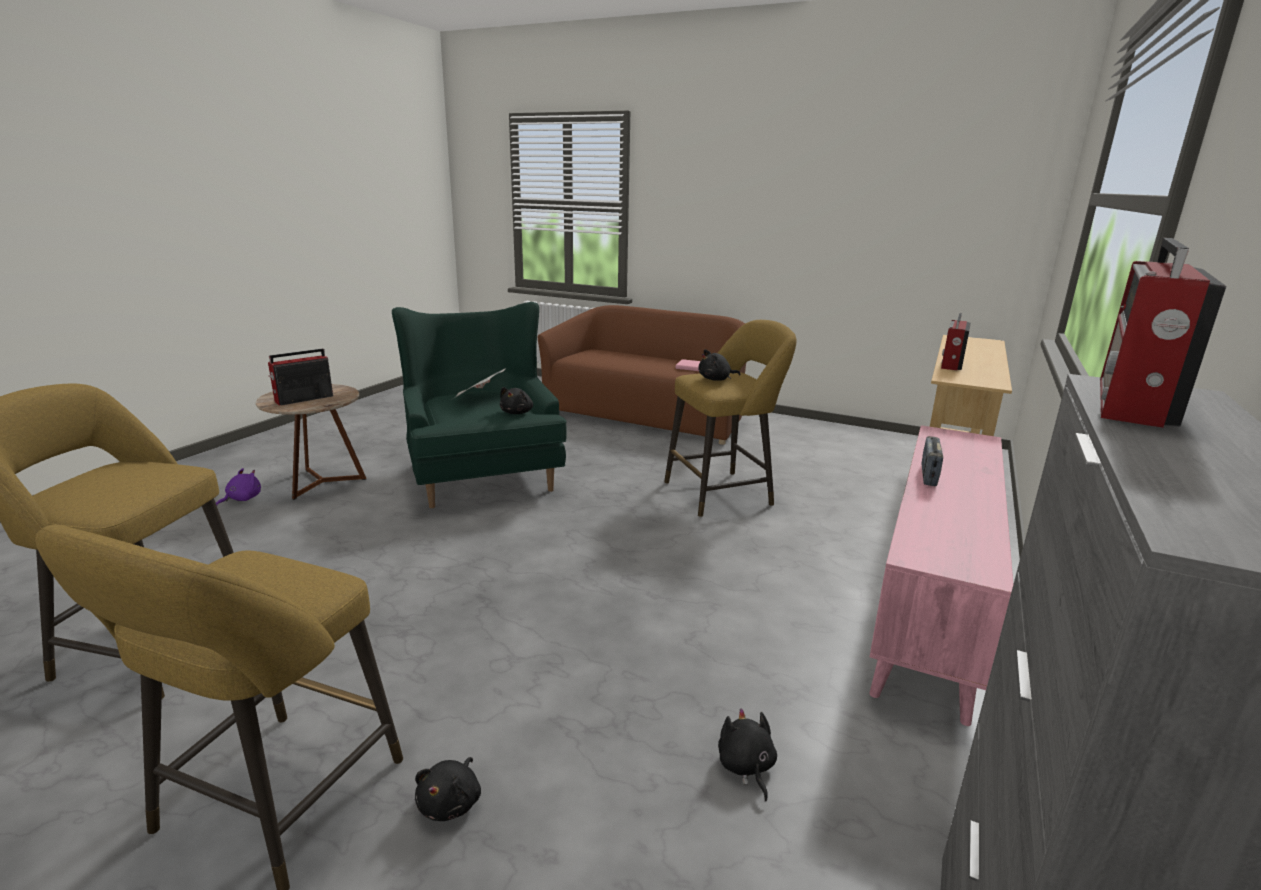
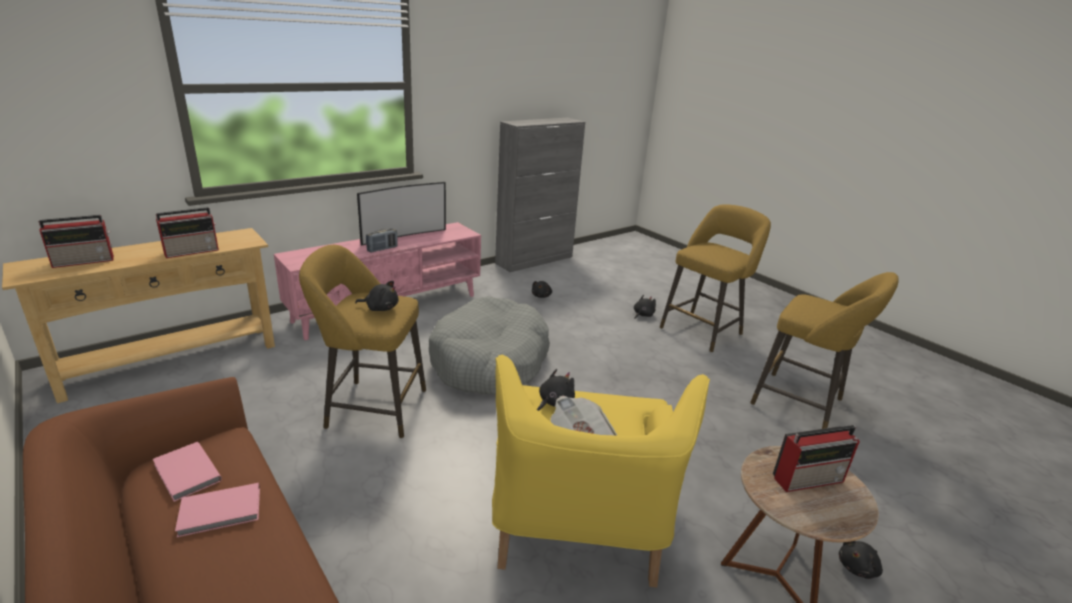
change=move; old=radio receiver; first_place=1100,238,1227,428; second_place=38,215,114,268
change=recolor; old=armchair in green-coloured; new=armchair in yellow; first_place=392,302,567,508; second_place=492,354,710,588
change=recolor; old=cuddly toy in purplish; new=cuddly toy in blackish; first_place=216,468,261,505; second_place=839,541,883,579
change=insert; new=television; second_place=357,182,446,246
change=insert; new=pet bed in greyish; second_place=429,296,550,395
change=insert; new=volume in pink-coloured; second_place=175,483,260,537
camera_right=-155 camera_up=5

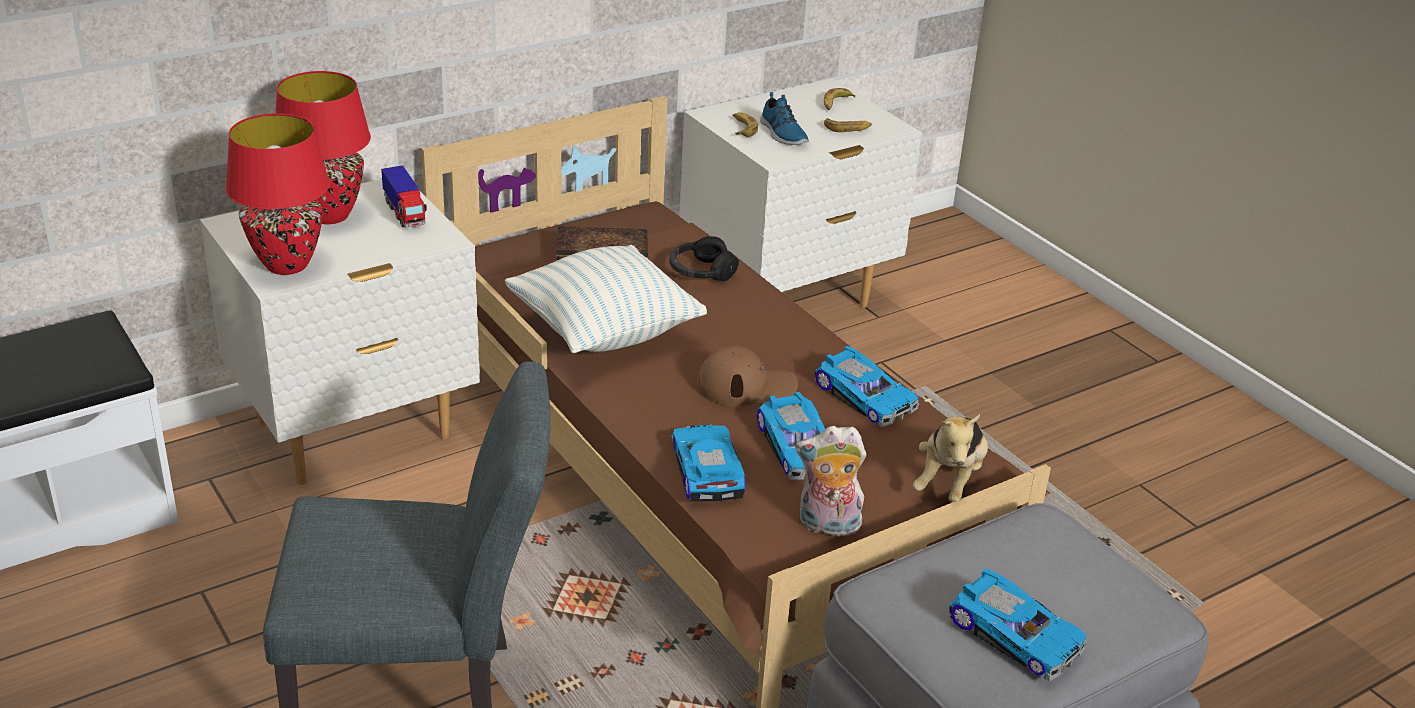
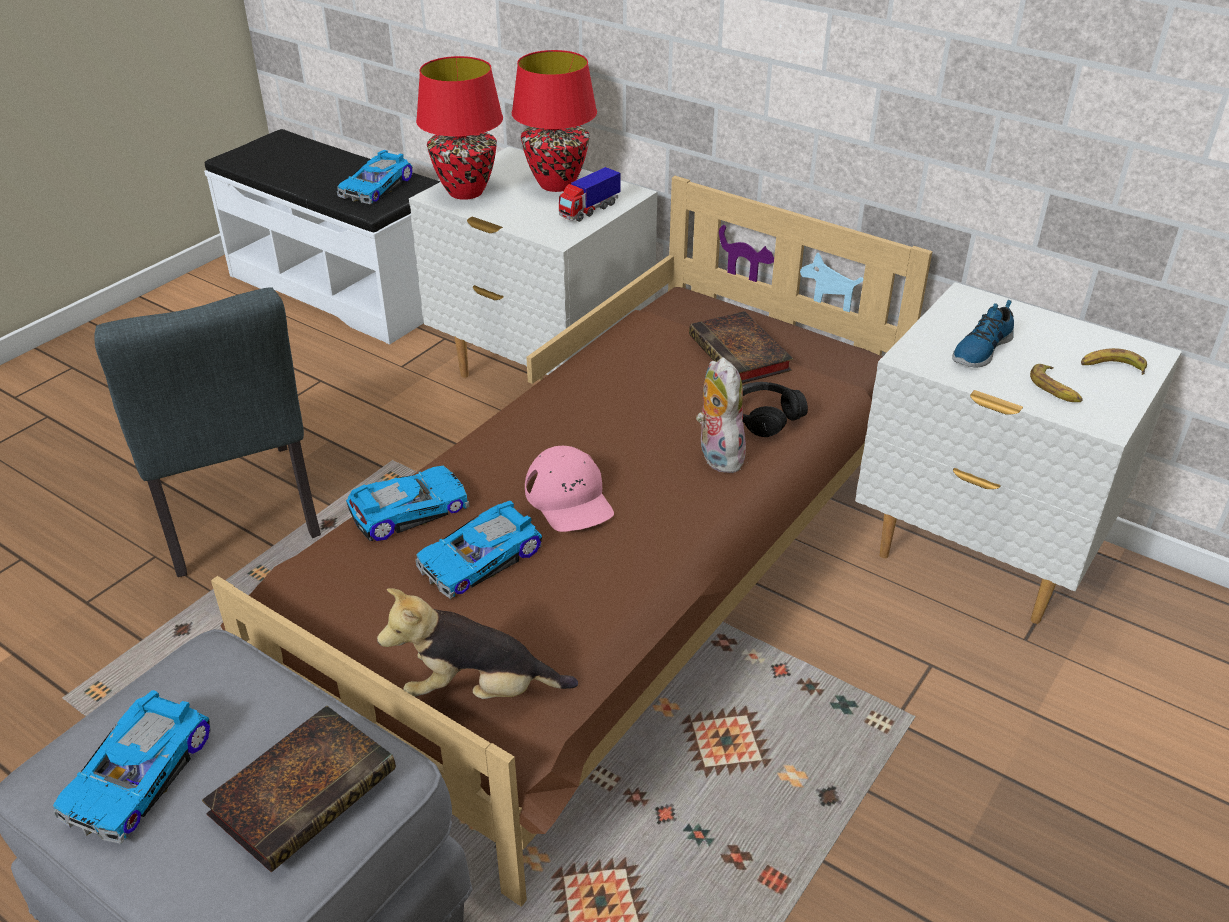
change=delete; old=banana fruit; first_place=733,112,758,137
change=delete; old=throw pillow; first_place=505,245,707,353
change=recolor; old=cap in brown-coloured; new=cap in pink-coloured; first_place=697,345,798,406; second_place=525,446,614,532
change=move; old=miniature car; first_place=815,346,919,427; second_place=337,150,412,204
change=move; old=cuddly toy; first_place=795,426,866,536; second_place=696,357,746,473
change=insert; new=volume; second_place=202,706,396,872
camera_right=70 camera_up=5

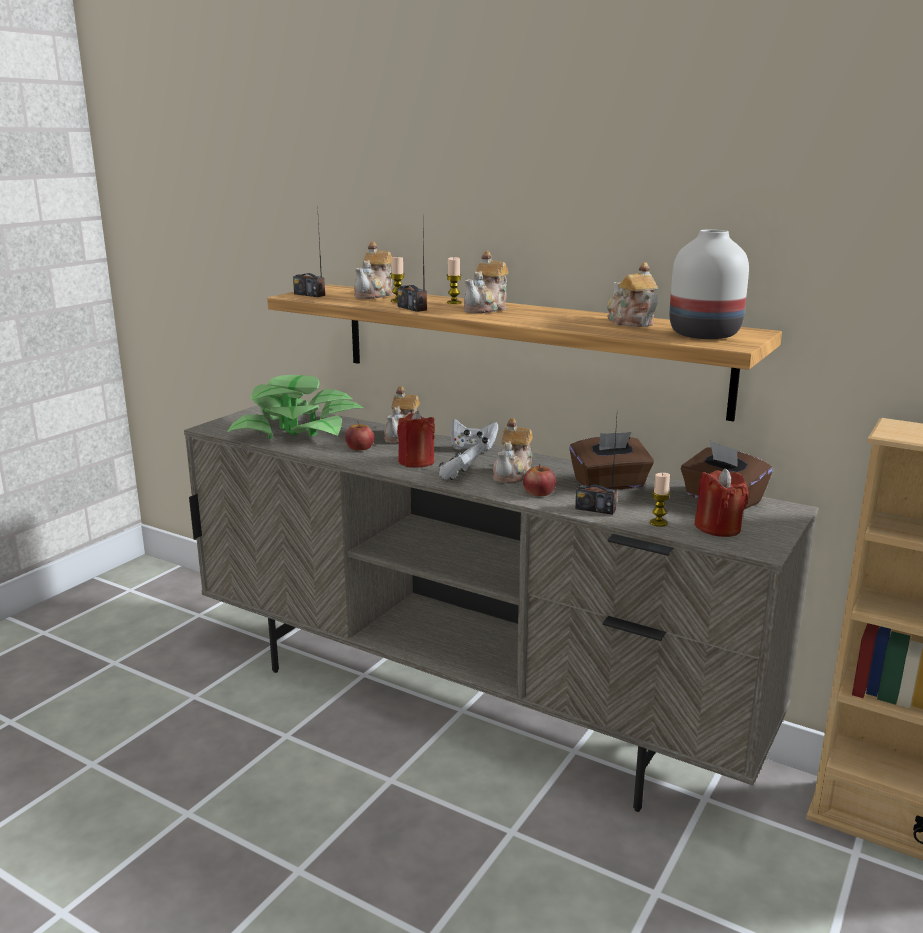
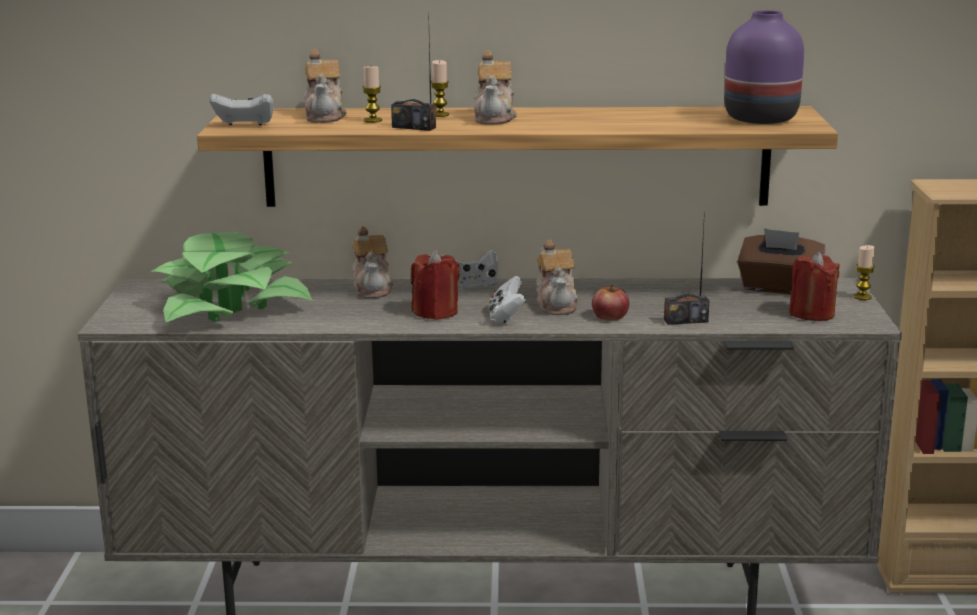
change=replace; old=radio receiver; new=gamepad in whitish; first_place=293,206,325,297; second_place=209,94,274,125
change=recolor; old=flower vase in whitish; new=flower vase in purplish; first_place=669,229,749,339; second_place=724,10,804,124
change=delete; old=pot for tea; first_place=607,262,658,327
change=delete; old=apple; first_place=345,421,375,451
change=delete; old=box of tissues in brown-coloured; first_place=569,432,654,490
change=move; old=wax light; first_place=650,473,670,527; second_place=853,245,875,300
camera_right=-30 camera_up=0

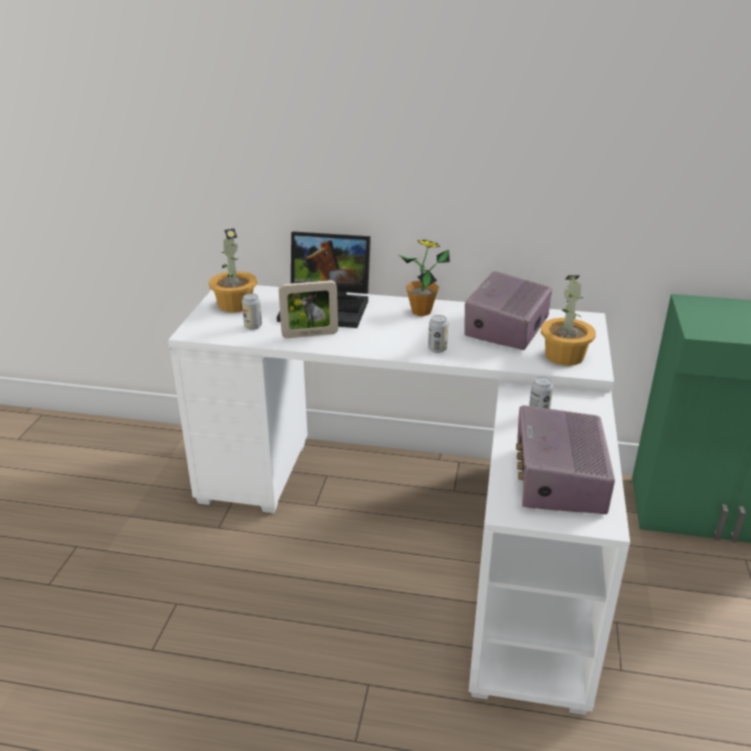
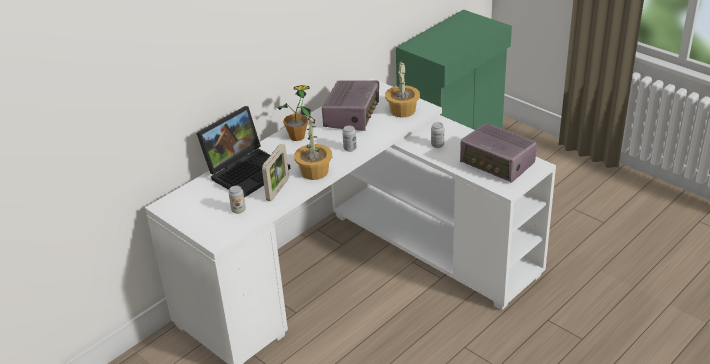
change=move; old=potted plant; first_place=209,228,257,313; second_place=294,115,332,180
change=rotate; old=radio receiver; first_place=464,271,552,350; second_place=322,80,379,131; degrees=-135
camera_right=-55 camera_up=5

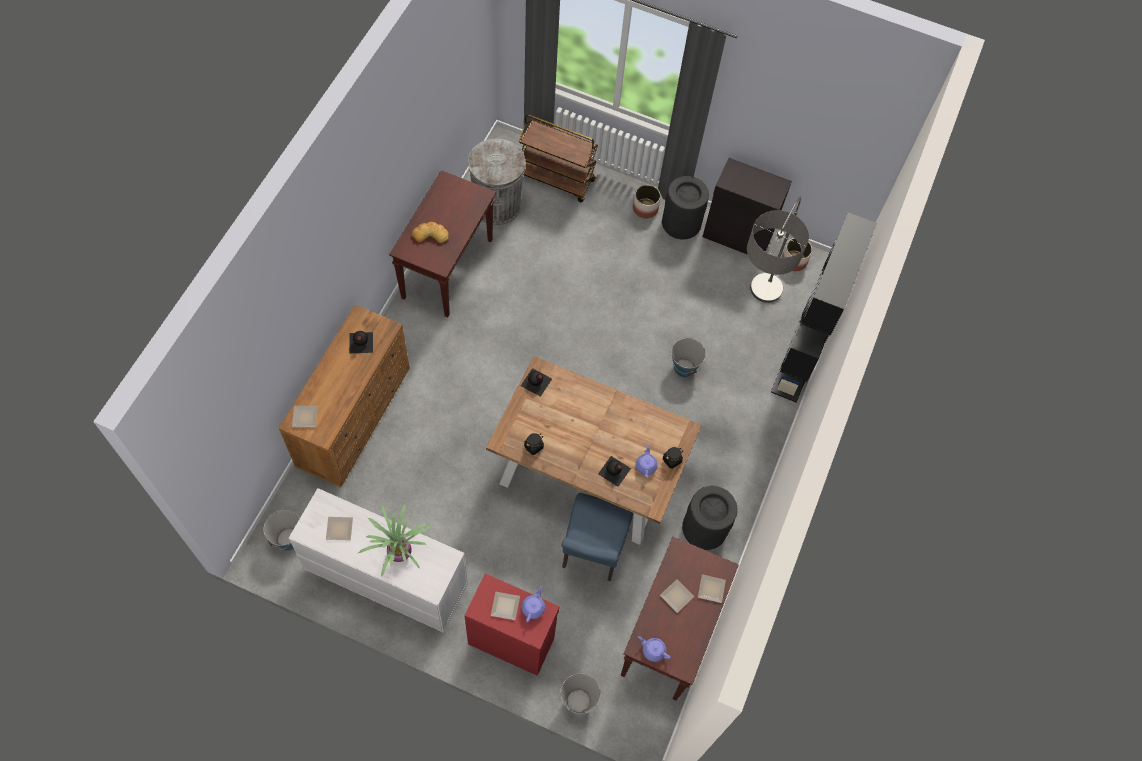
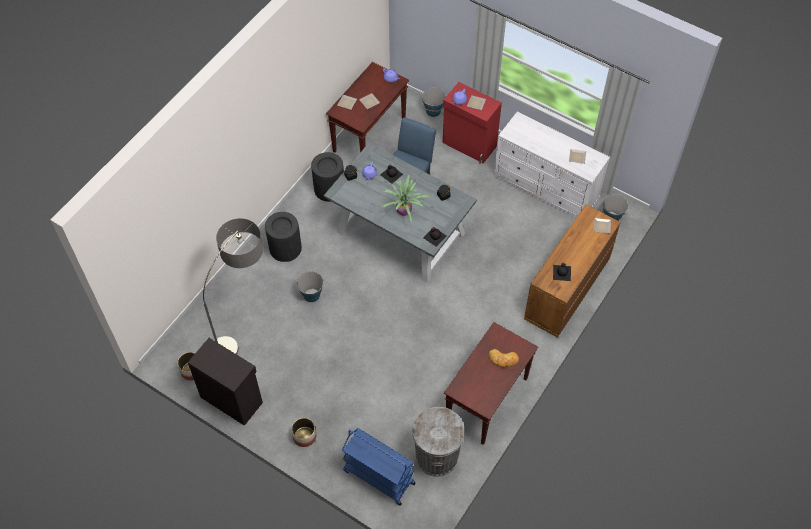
change=recolor; old=wheeled cart in brown-coloured; new=wheeled cart in bluish; first_place=519,114,598,202; second_place=342,428,416,506
change=move; old=waste bin in blackish; first_place=662,176,709,239; second_place=265,212,302,262
change=delete; old=bookshelf in blackish; first_place=771,212,877,403
change=recolor; old=dining table in brown-coloured; new=dining table in greyish; first_place=486,356,702,545; second_place=324,143,477,283
change=move; old=potted plant; first_place=358,504,432,577; second_place=381,175,429,223
camera_right=-165 camera_up=-5

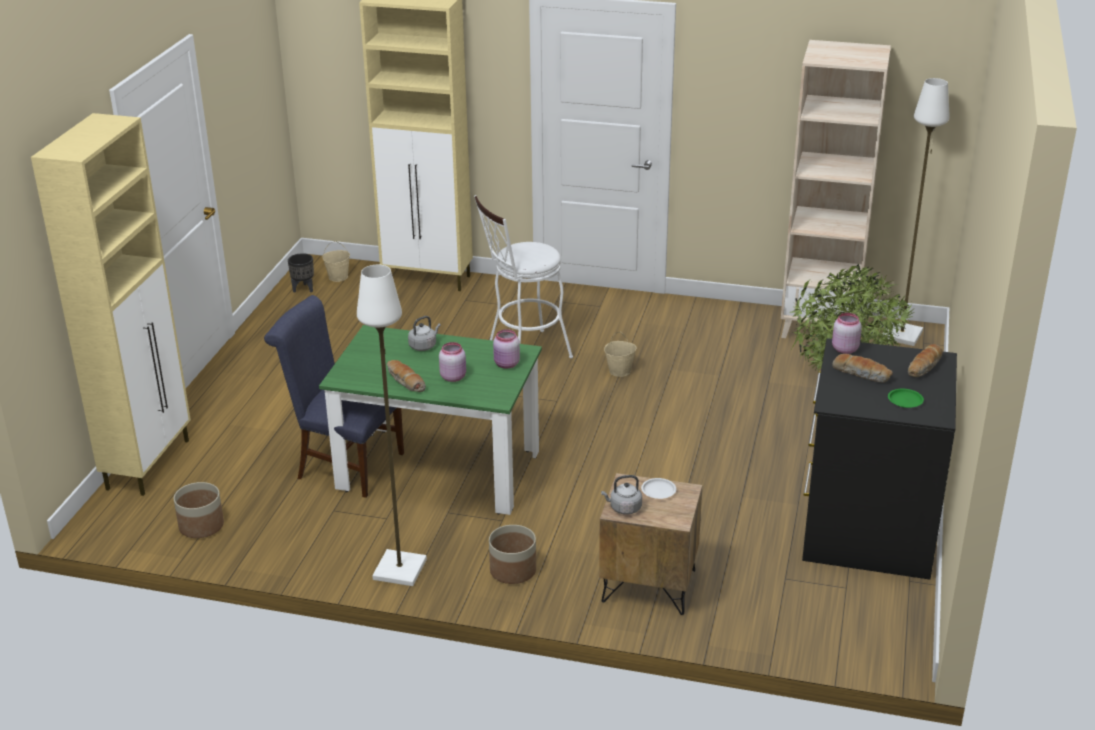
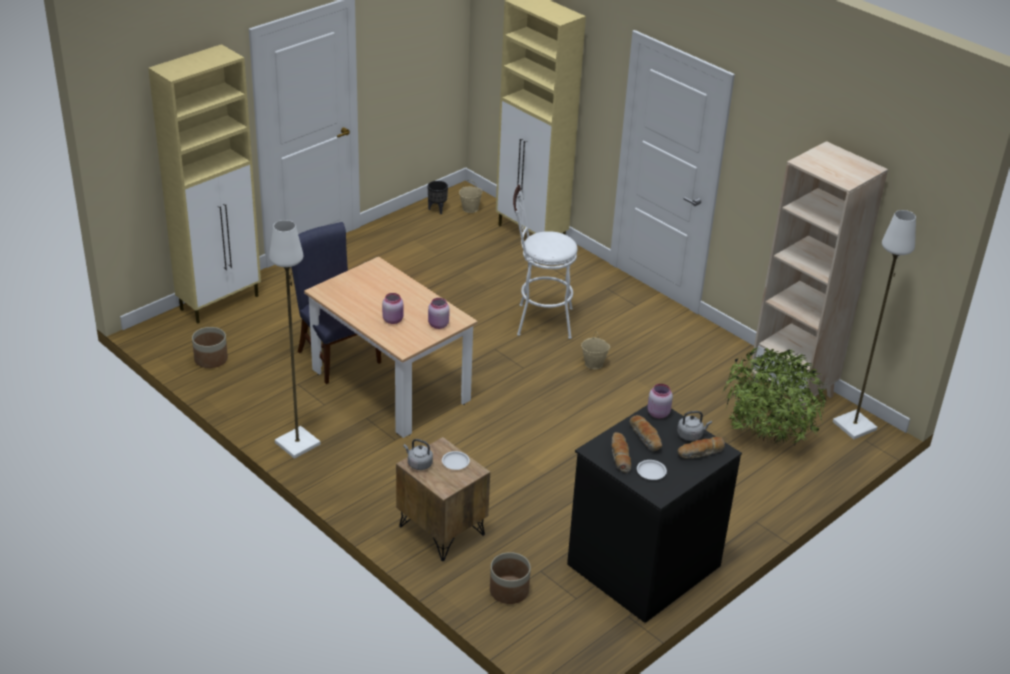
change=move; old=tea kettle in greyish; first_place=408,316,441,351; second_place=677,411,712,441
change=recolor; old=dining table in green-coloured; new=dining table in sand-coloured; first_place=319,325,542,515; second_place=304,257,478,438
change=move; old=bread; first_place=387,360,426,392; second_place=612,432,631,473
change=recolor; old=flat dish in green-coloured; new=flat dish in whitish; first_place=888,389,924,408; second_place=637,460,667,480
change=move; old=flower pot; first_place=489,525,536,584; second_place=490,552,531,604
camera_right=30 camera_up=5

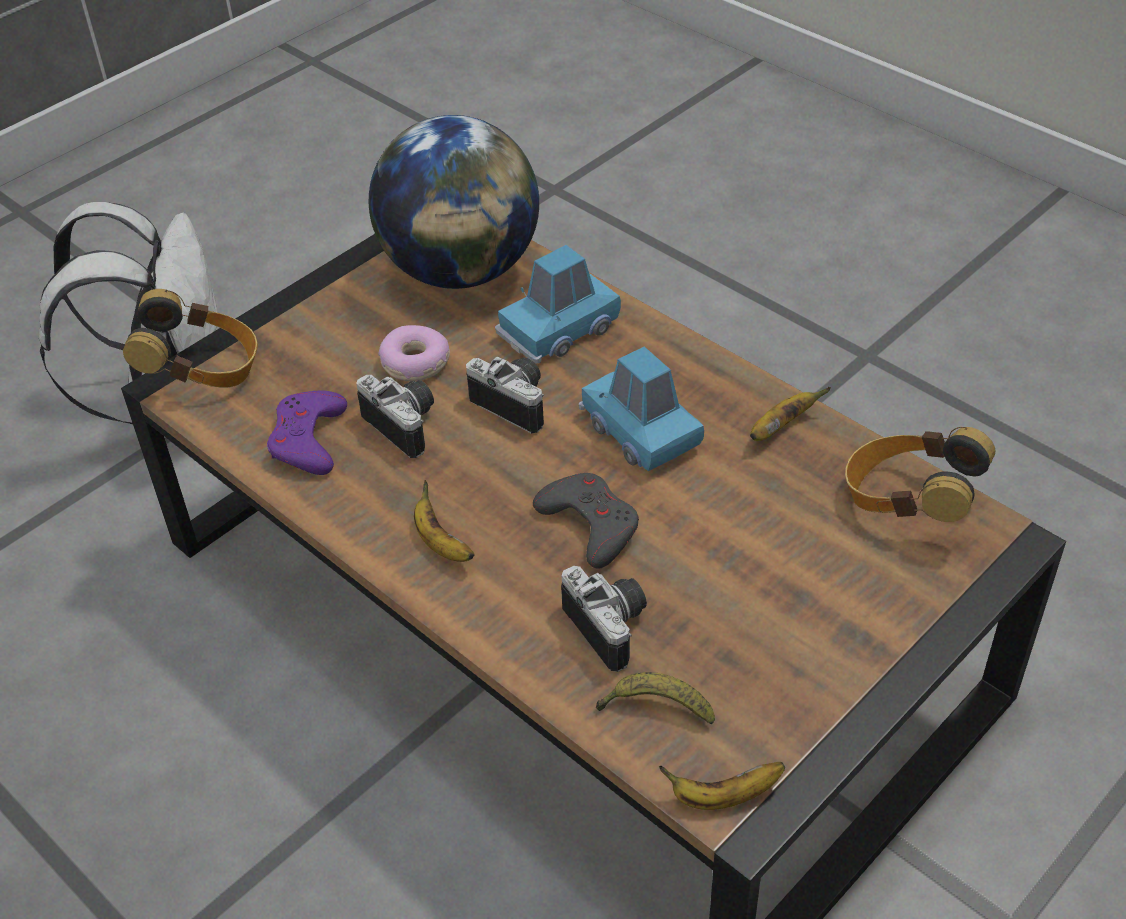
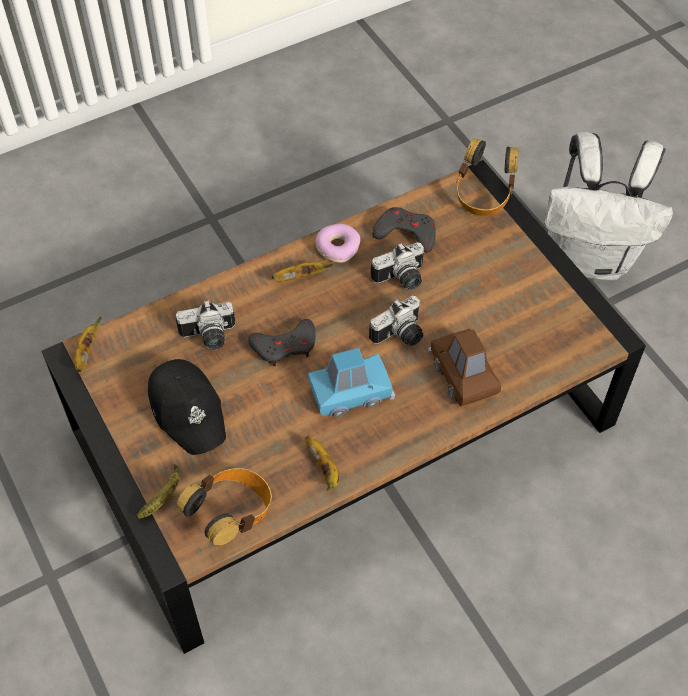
change=delete; old=globe; first_place=369,115,539,289
change=recolor; old=miniature car in bluish; new=miniature car in brown-coloured; first_place=495,245,621,363; second_place=428,329,501,407
change=move; old=ring doughnut; first_place=379,325,450,381; second_place=316,224,361,263
change=recolor; old=gamepad in purplish; new=gamepad in greyish; first_place=267,390,347,475; second_place=372,207,436,253
change=move; old=banana fruit; first_place=596,672,715,724; second_place=137,465,180,519
change=insert; new=cap in blackish; second_place=148,359,226,455
camera_right=105 camera_up=10

